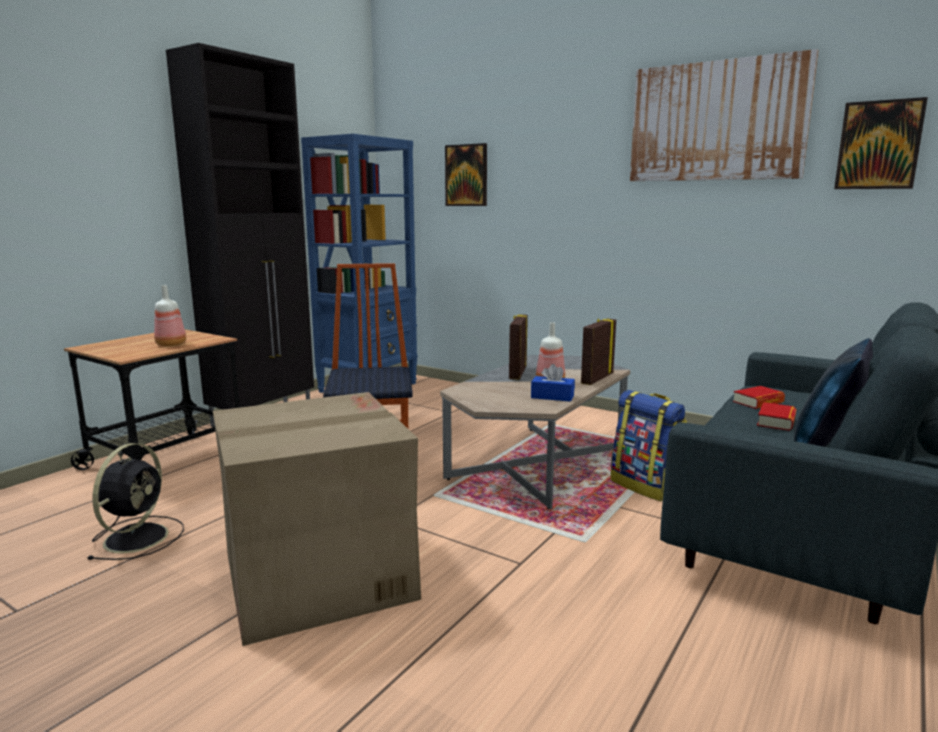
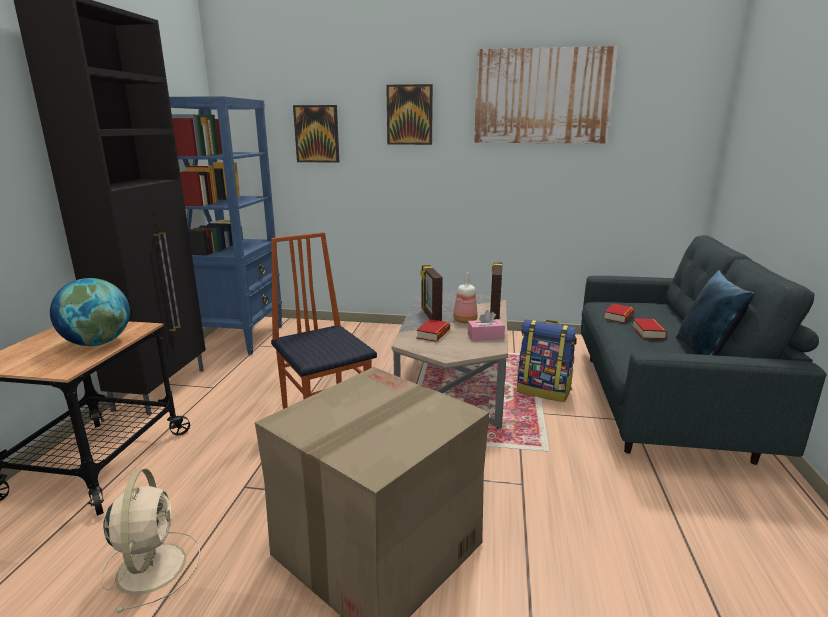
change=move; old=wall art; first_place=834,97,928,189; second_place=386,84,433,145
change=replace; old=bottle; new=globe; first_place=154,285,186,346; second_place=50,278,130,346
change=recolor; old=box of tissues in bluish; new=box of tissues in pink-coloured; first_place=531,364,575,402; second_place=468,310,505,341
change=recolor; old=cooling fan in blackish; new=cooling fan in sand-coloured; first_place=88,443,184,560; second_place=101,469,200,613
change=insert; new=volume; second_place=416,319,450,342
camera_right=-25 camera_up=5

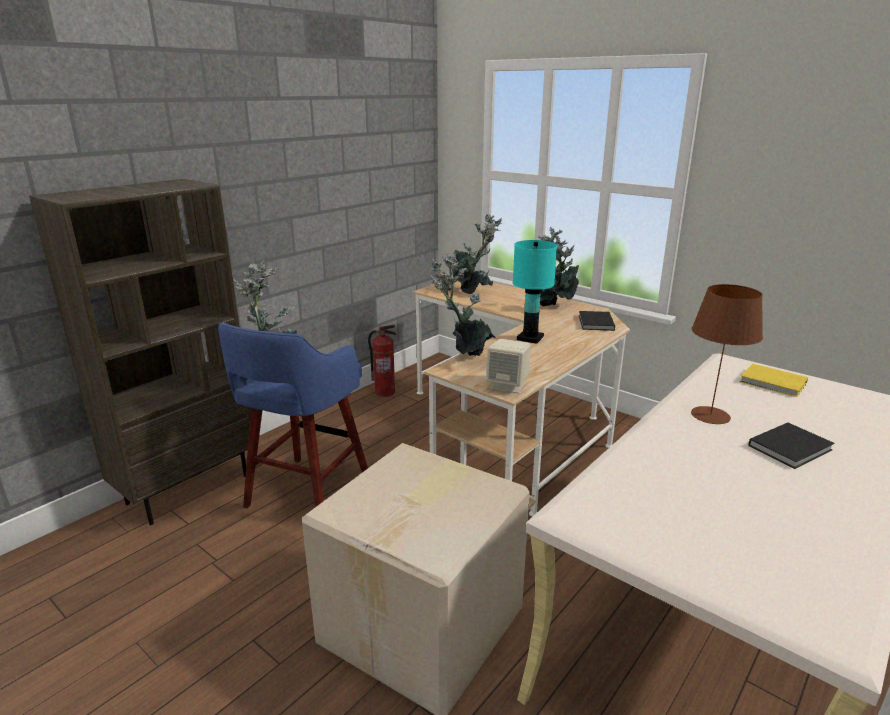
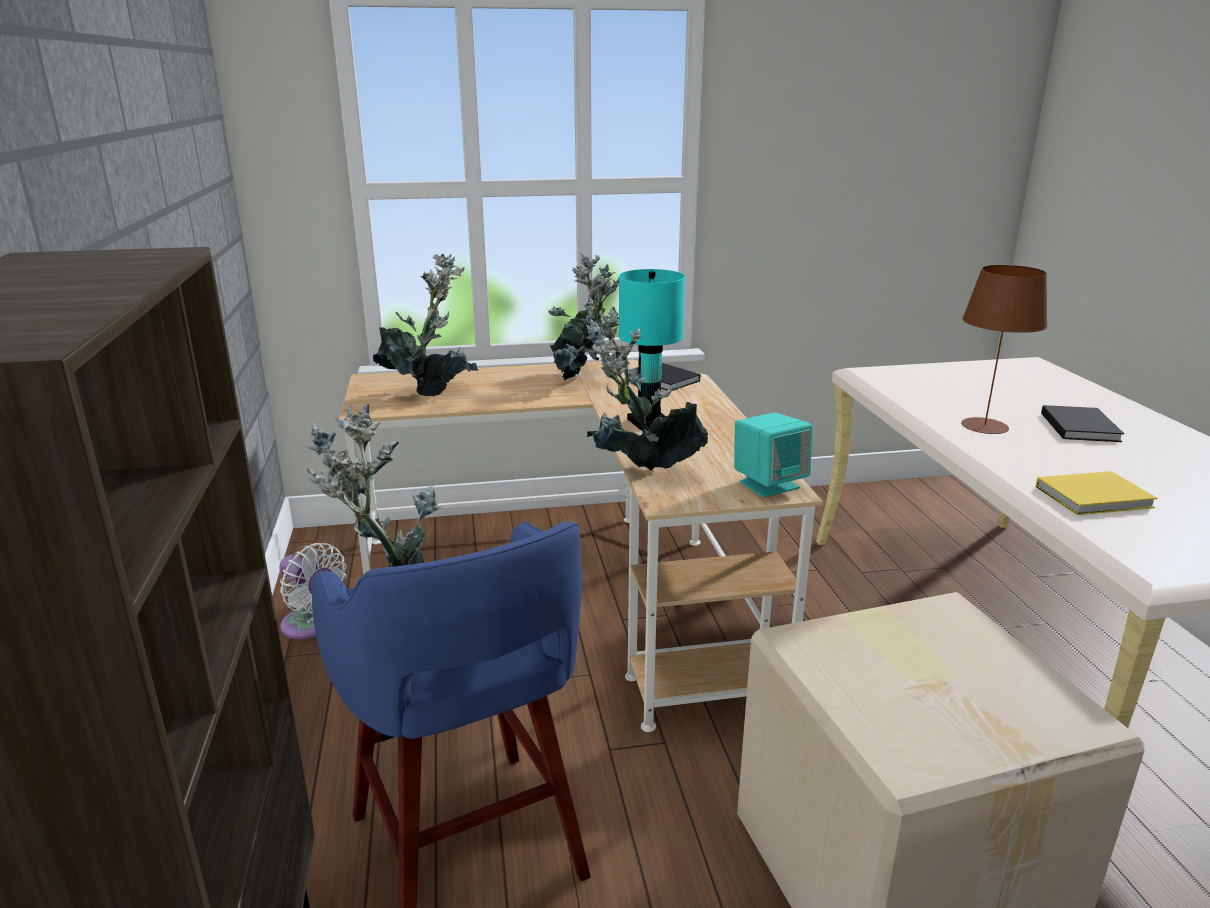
change=replace; old=extinguisher; new=cooling fan in whitish; first_place=368,324,397,397; second_place=279,543,347,639
change=recolor; old=audio speaker in sand-coloured; new=audio speaker in turquoise; first_place=486,339,531,394; second_place=734,412,812,498
change=move; old=volume in yellow; first_place=740,363,808,397; second_place=1036,471,1157,515
camera_right=-50 camera_up=0

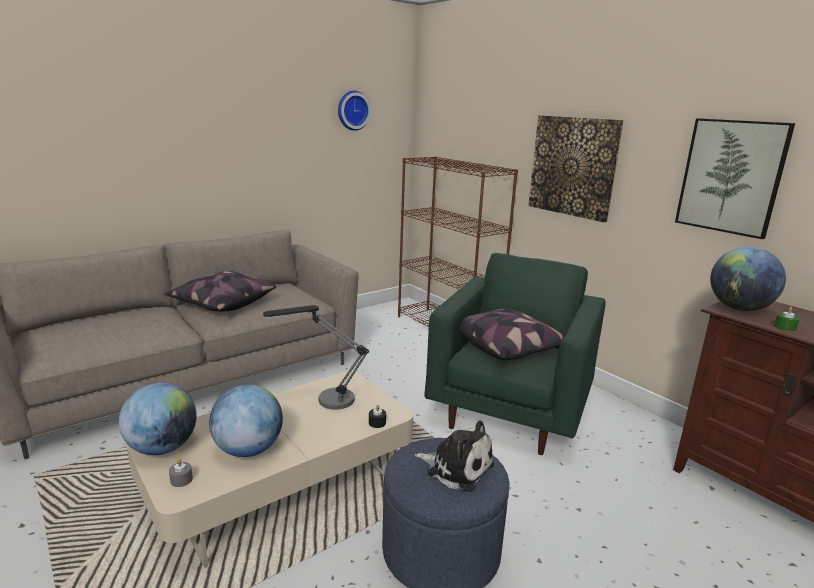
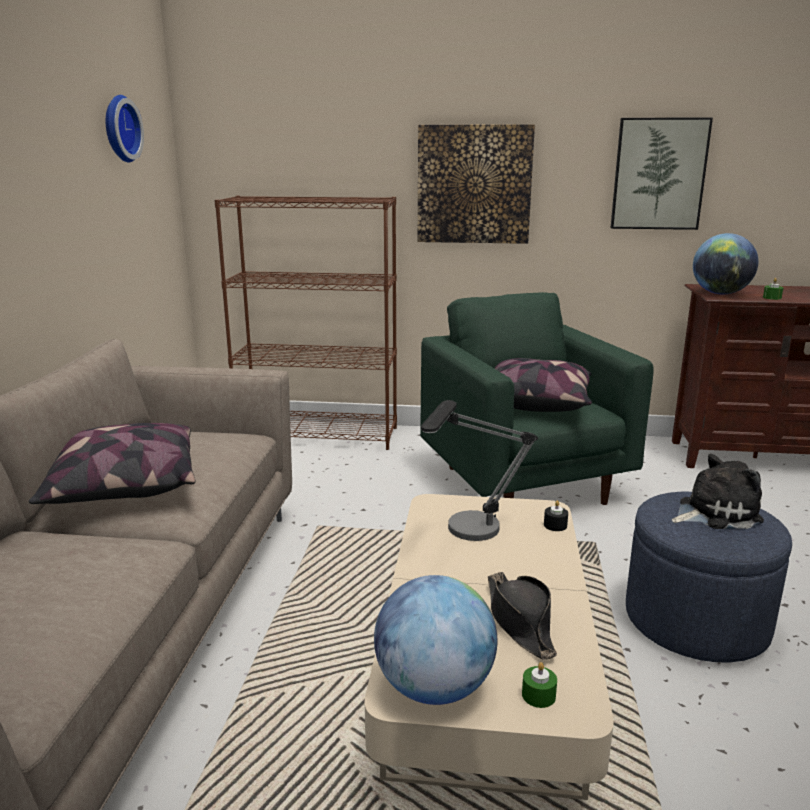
change=replace; old=globe; new=hat in blackish; first_place=209,385,283,457; second_place=488,572,557,660
change=recolor; old=wax light in greyish; new=wax light in green-coloured; first_place=169,459,193,487; second_place=522,662,557,708
camera_right=-45 camera_up=0

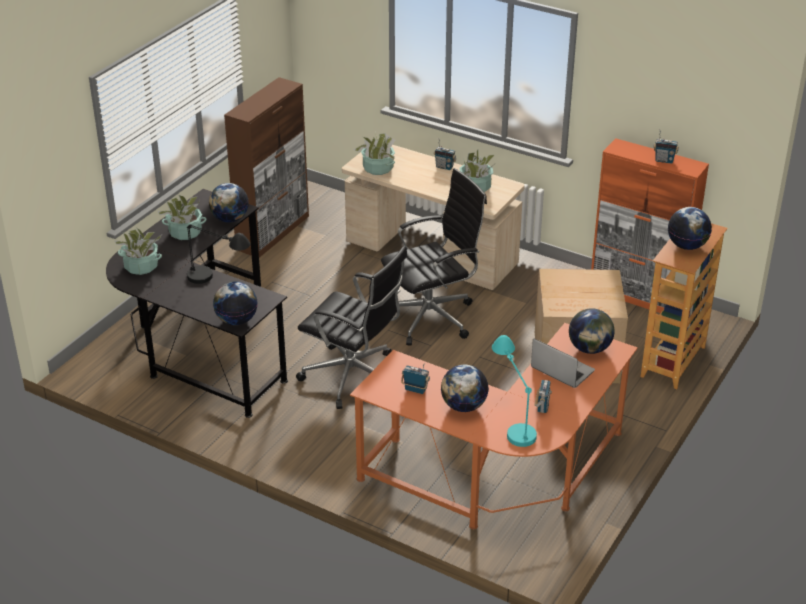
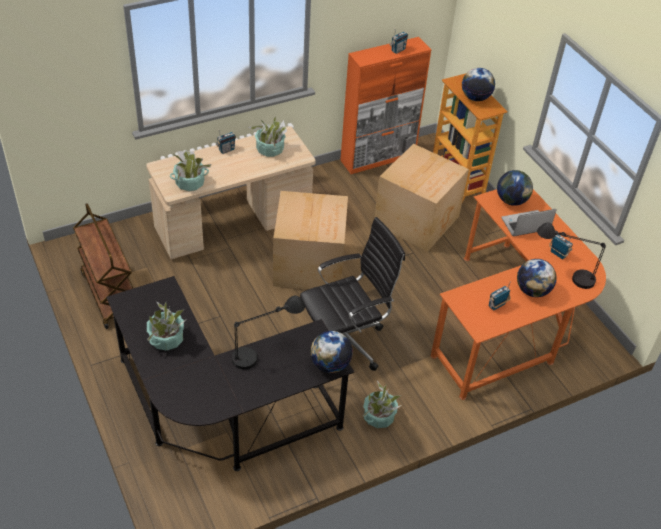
change=replace; old=cabinet in brown-coloured; new=wheeled cart in brown-coloured; first_place=224,77,309,258; second_place=73,203,133,329
change=replace; old=office chair in blackish; new=packing box; first_place=381,168,487,346; second_place=273,191,348,289
change=delete; old=globe; first_place=209,183,249,223
change=move; old=potted plant; first_place=114,228,162,275; second_place=363,381,401,428
change=recolor; old=table lamp in turquoise; new=table lamp in blackish; first_place=492,335,537,447; second_place=537,223,606,289
camera_right=-60 camera_up=10

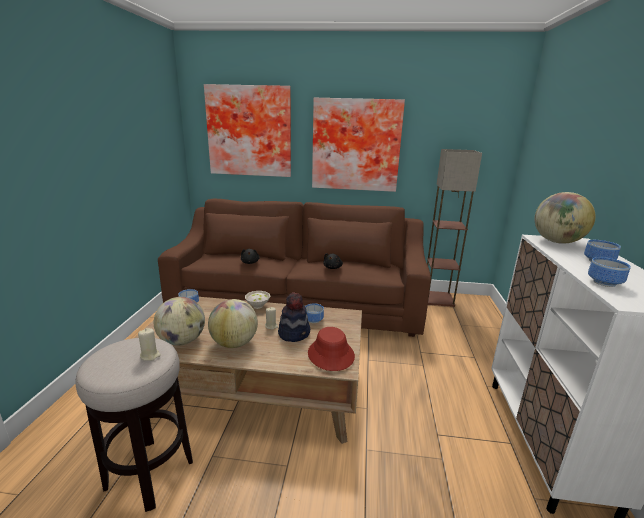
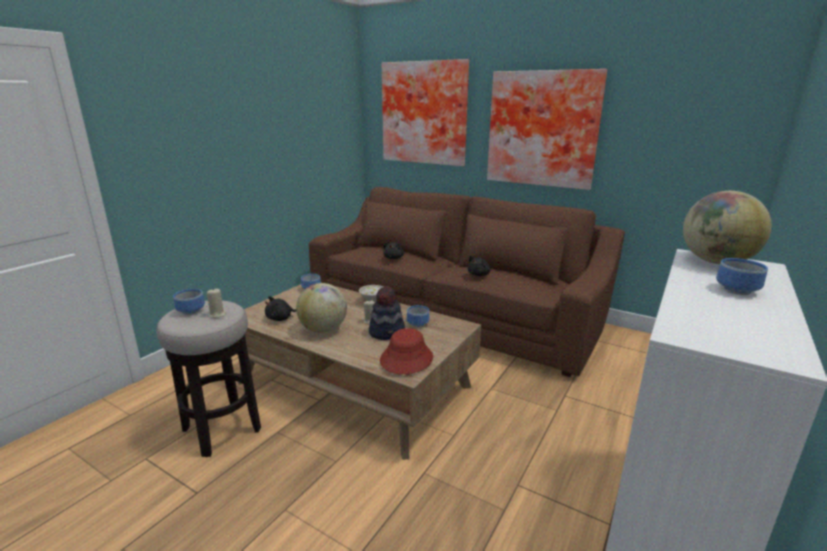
change=delete; old=floor lamp; first_place=427,149,482,307
change=move; old=bowl; first_place=588,257,631,287; second_place=173,289,205,315
change=replace; old=globe; new=cuddly toy in blackish; first_place=154,297,205,346; second_place=265,296,296,321
camera_right=25 camera_up=0

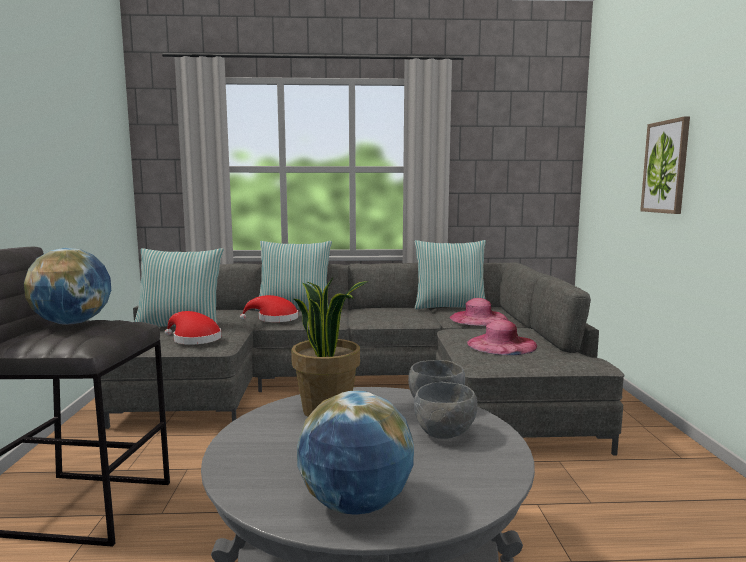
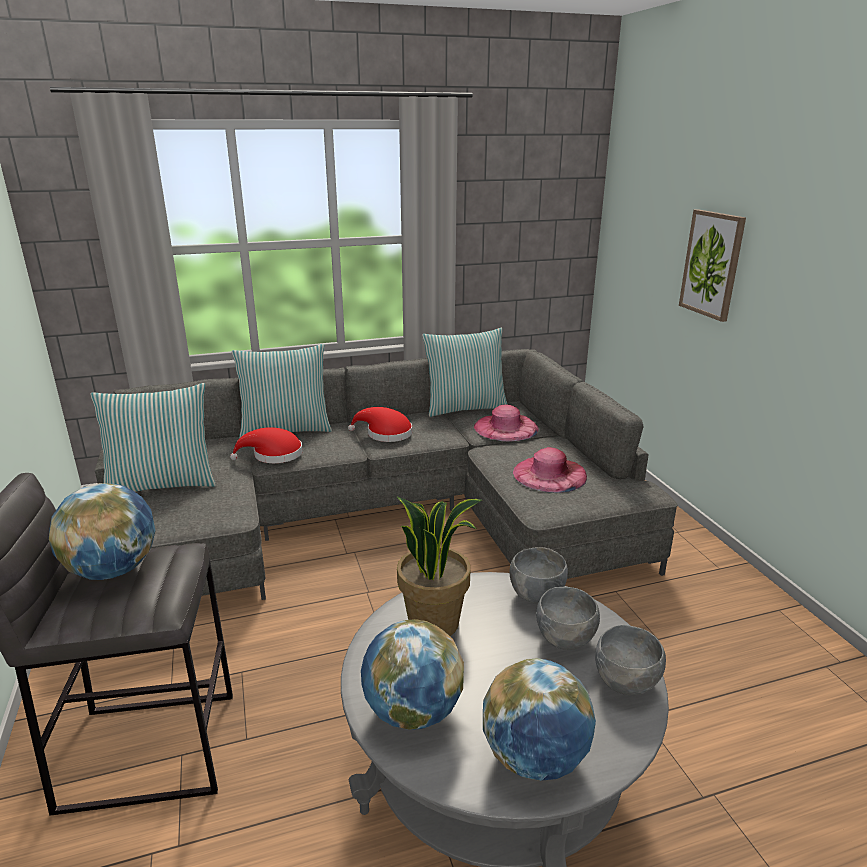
change=move; old=hat in reddish; first_place=165,311,221,345; second_place=348,407,412,442
change=insert; new=globe; second_place=361,619,464,730
change=insert; new=bowl in greyish; second_place=595,625,666,695
camera_right=-15 camera_up=15

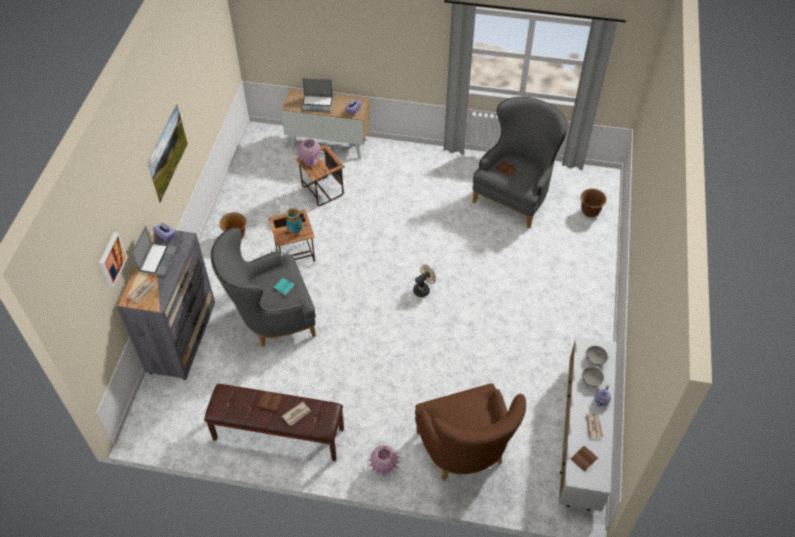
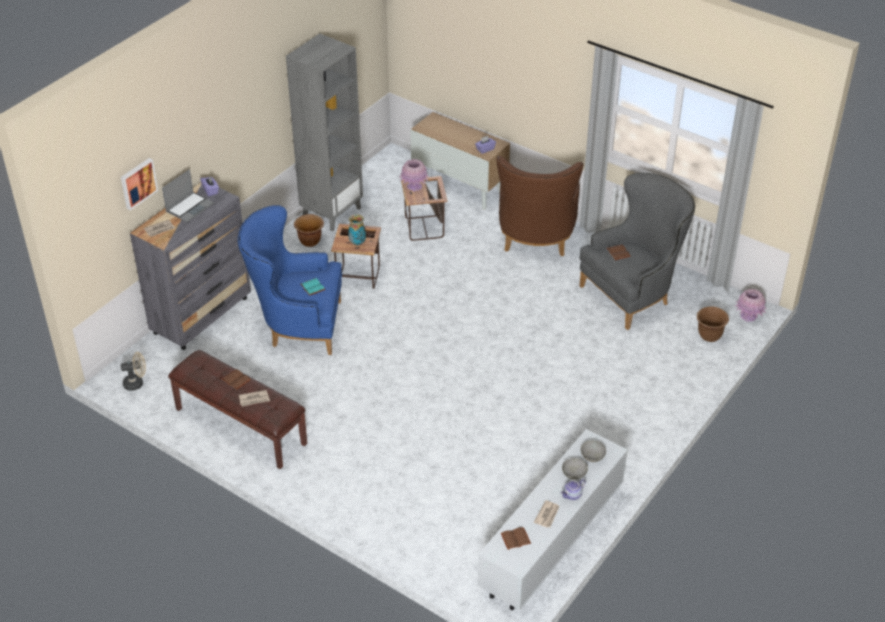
change=delete; old=laptop; first_place=301,78,333,112
change=delete; old=wall art; first_place=147,104,188,202
change=recolor; old=armchair in greyish; new=armchair in bluish; first_place=211,227,316,347; second_place=238,205,342,355
change=move; old=cooling fan in sand-coloured; first_place=413,264,436,297; second_place=121,352,146,391
change=move; old=armchair in brown-coloured; first_place=415,383,526,481; second_place=496,156,584,256
change=move; old=flower vase in pink-coloured; first_place=368,445,400,476; second_place=735,289,767,322
change=insert; new=bookshelf in greyish; second_place=286,33,363,232
camera_right=25 camera_up=-10

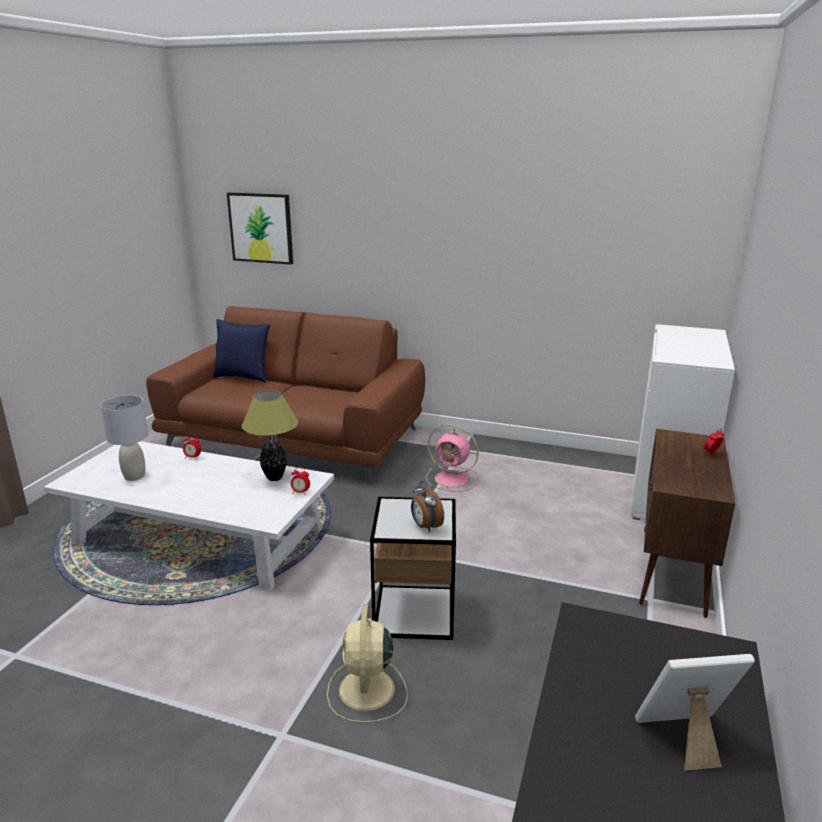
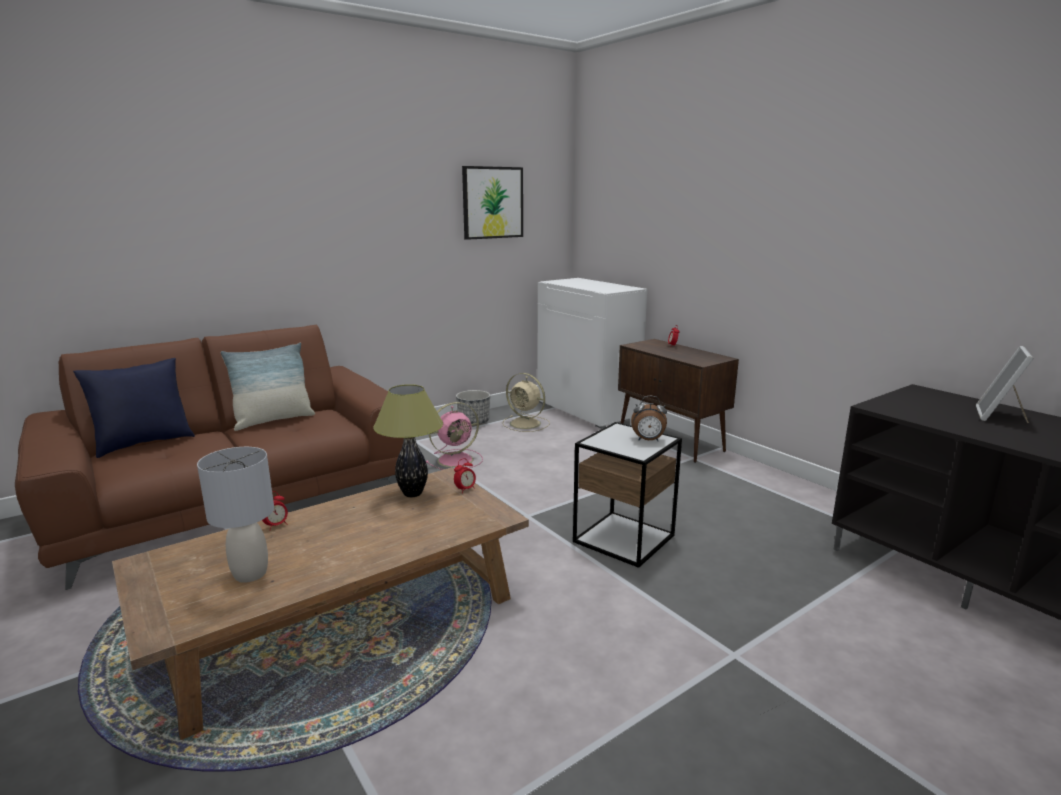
change=move; old=wall art; first_place=227,192,293,264; second_place=462,166,523,240
change=recolor; old=low table in whitish; new=low table in brown-coloured; first_place=44,441,334,590; second_place=112,467,529,740
change=move; old=cooling fan in sand-coloured; first_place=327,604,408,723; second_place=502,373,550,432
change=insert; new=throw pillow; second_place=220,343,315,431
change=insert; new=flower pot; second_place=456,390,490,425
camera_right=-55 camera_up=-5

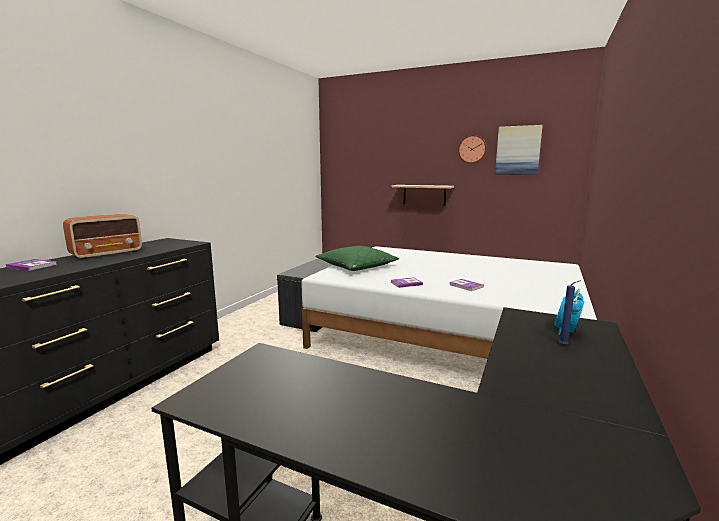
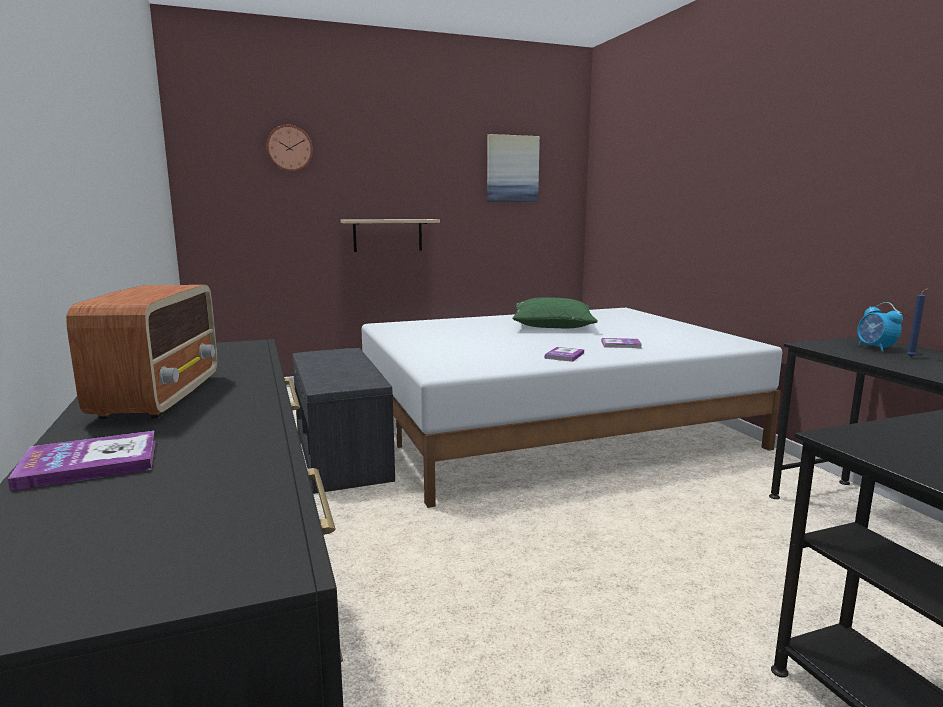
change=move; old=wall clock; first_place=458,135,487,164; second_place=266,125,313,172
change=move; old=throw pillow in green-coloured; first_place=315,246,399,271; second_place=512,297,598,328
camera_right=-45 camera_up=0

